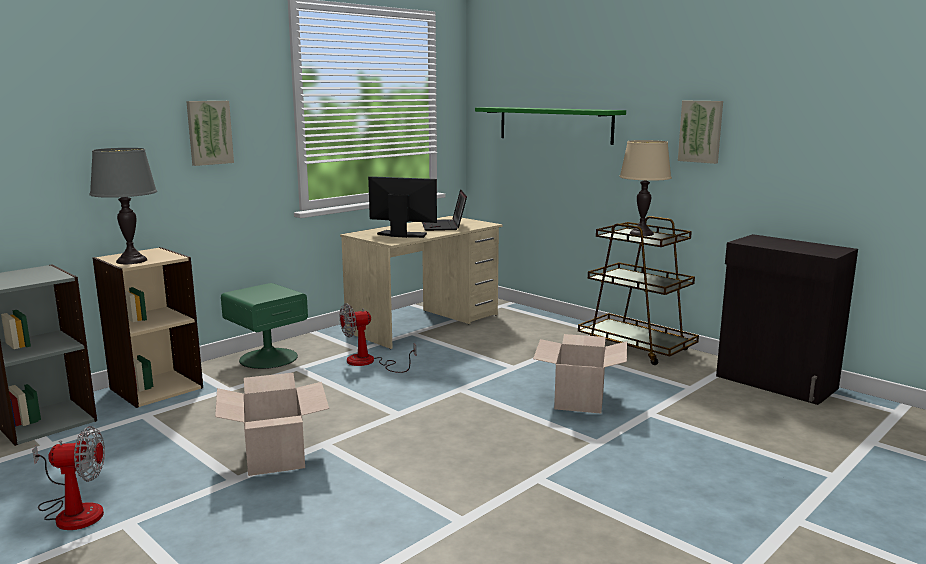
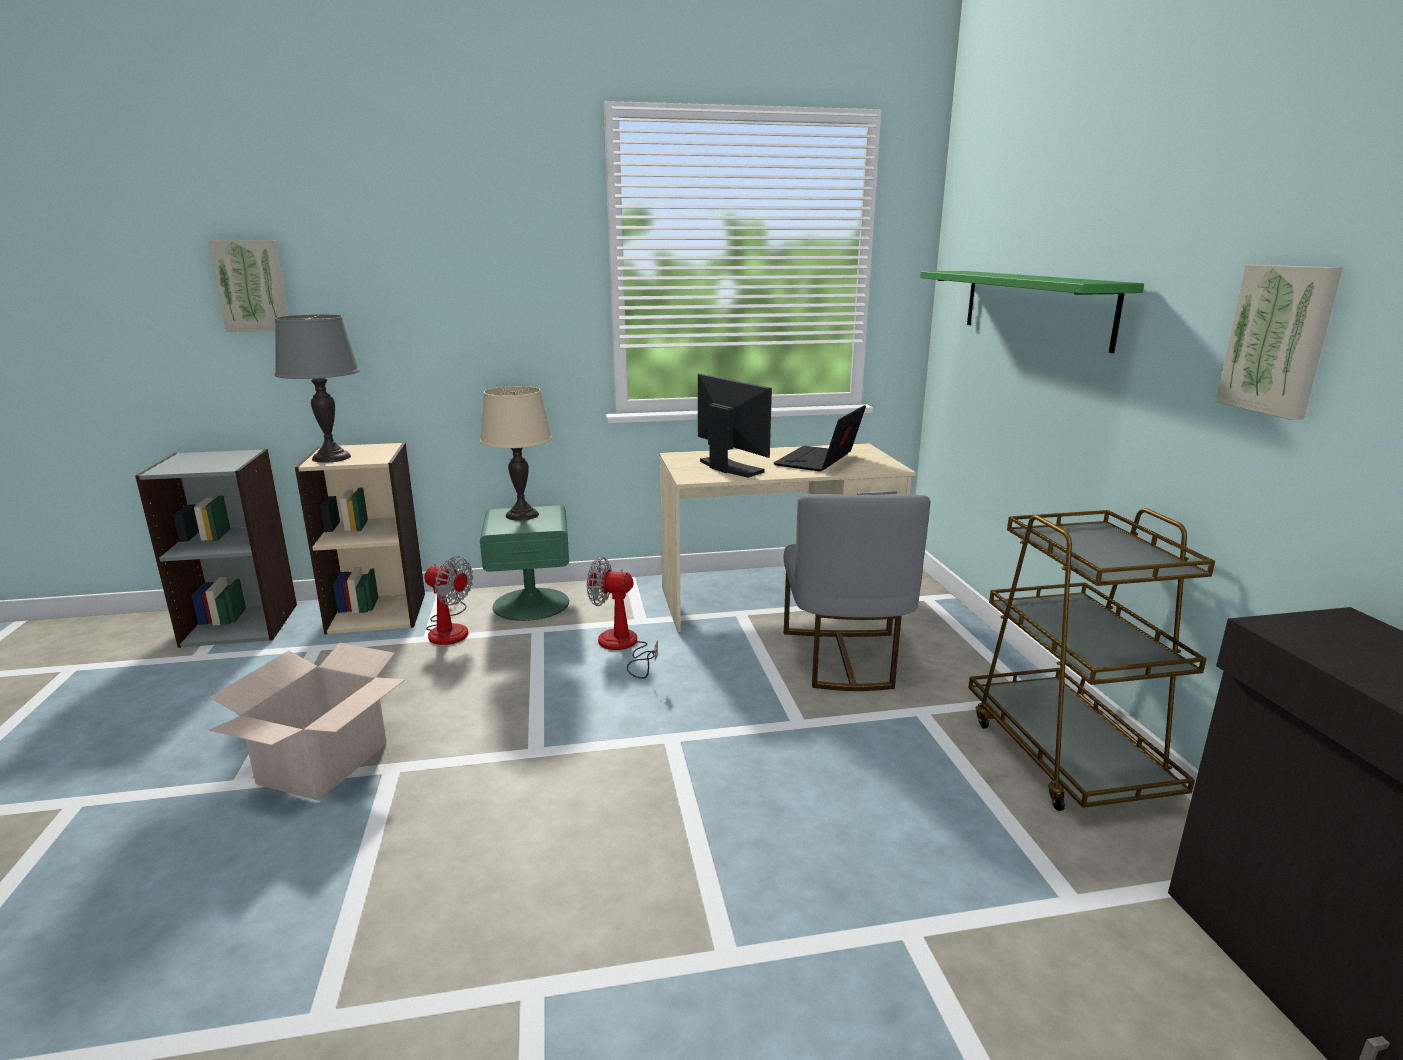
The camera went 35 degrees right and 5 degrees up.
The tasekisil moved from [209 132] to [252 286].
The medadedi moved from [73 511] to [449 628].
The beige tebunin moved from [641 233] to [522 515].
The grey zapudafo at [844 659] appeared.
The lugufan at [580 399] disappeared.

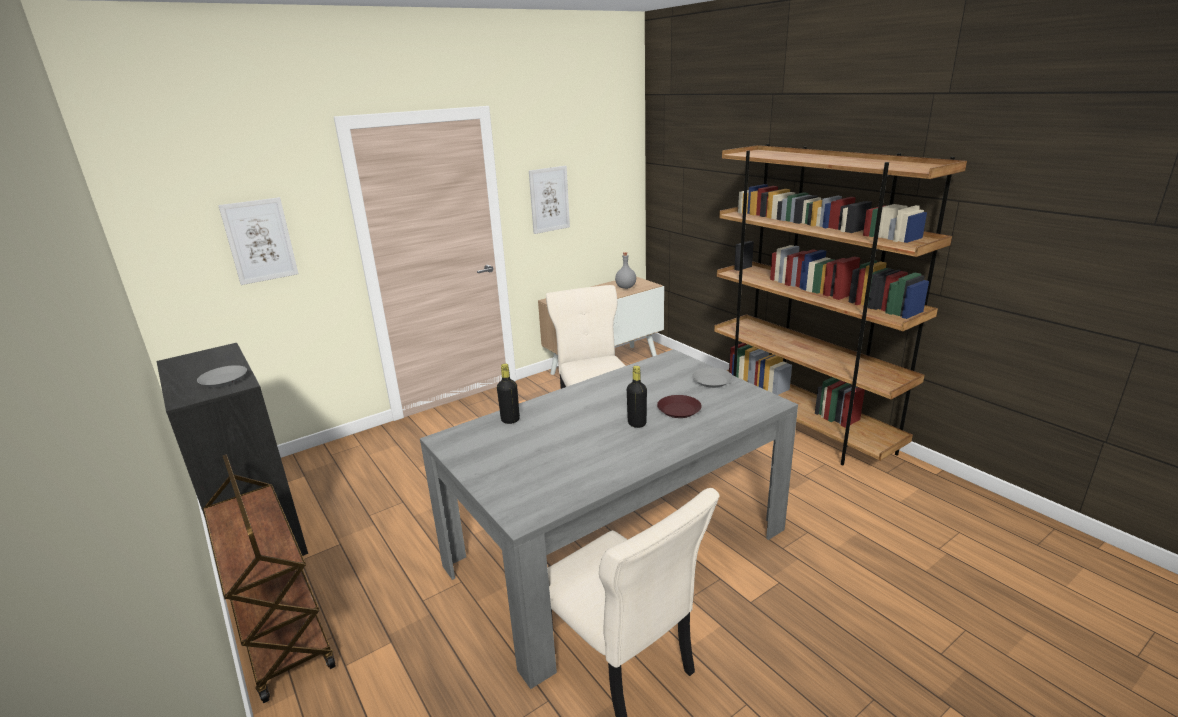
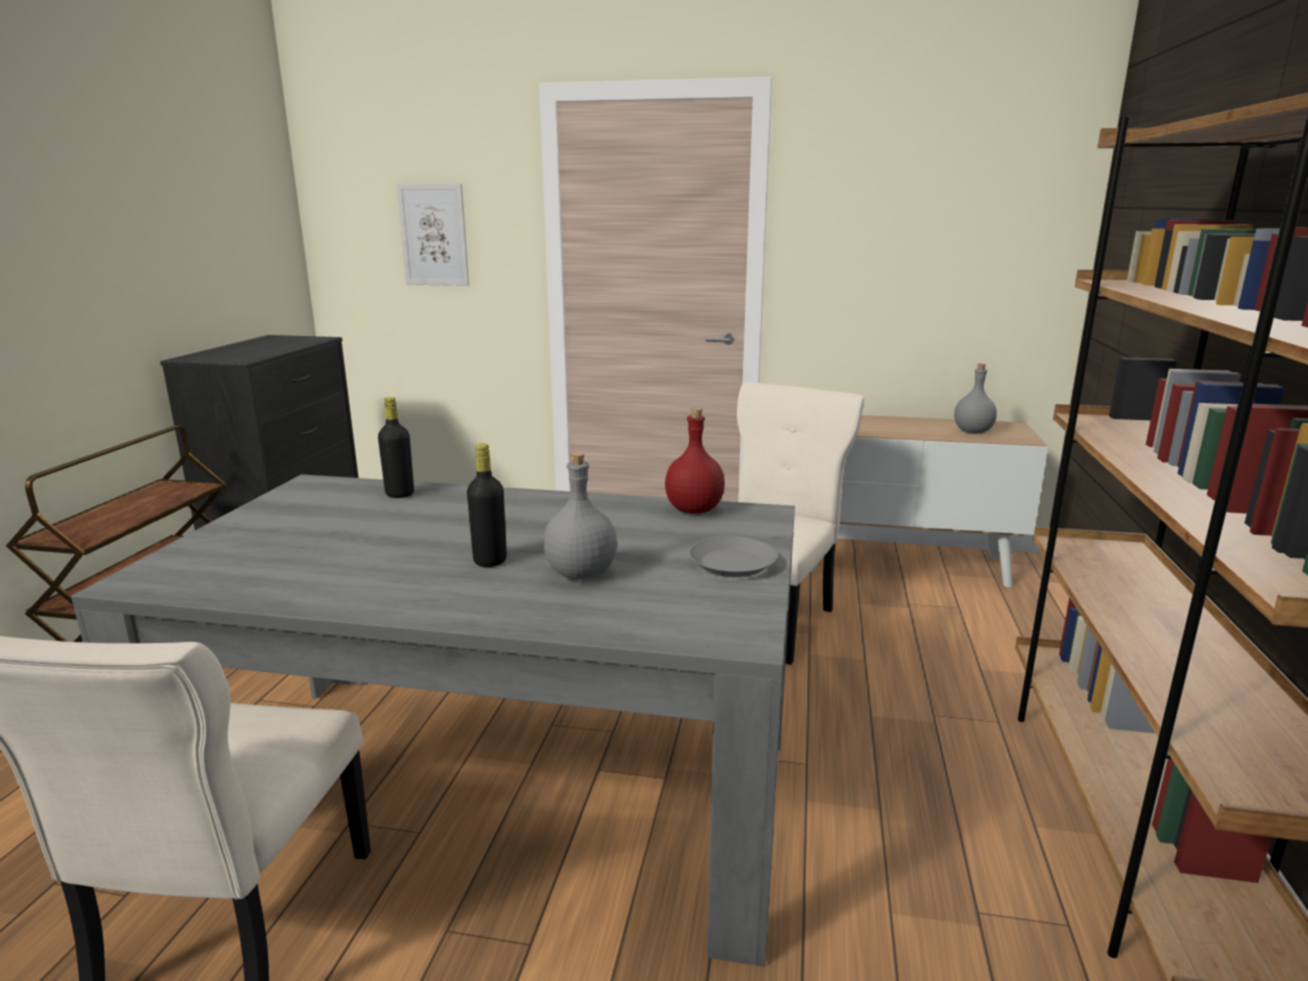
The camera went 45 degrees right and 5 degrees down.
The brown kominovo at [678 410] was replaced by the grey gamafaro at [581 573].
The red gamafaro at [695 510] appeared.
The grey kominovo at [223 380] disappeared.
The tasekisil at [549 199] disappeared.

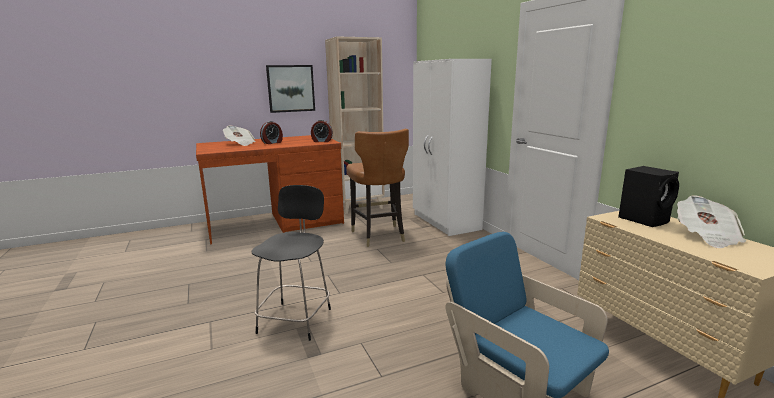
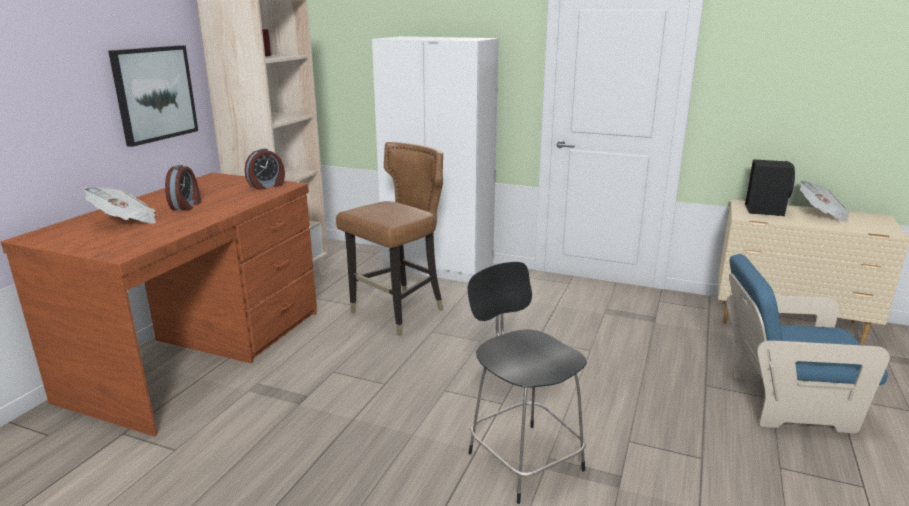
The camera went 45 degrees left and 5 degrees up.
The brown zapudafo at [378 235] turned 75 degrees counterclockwise.

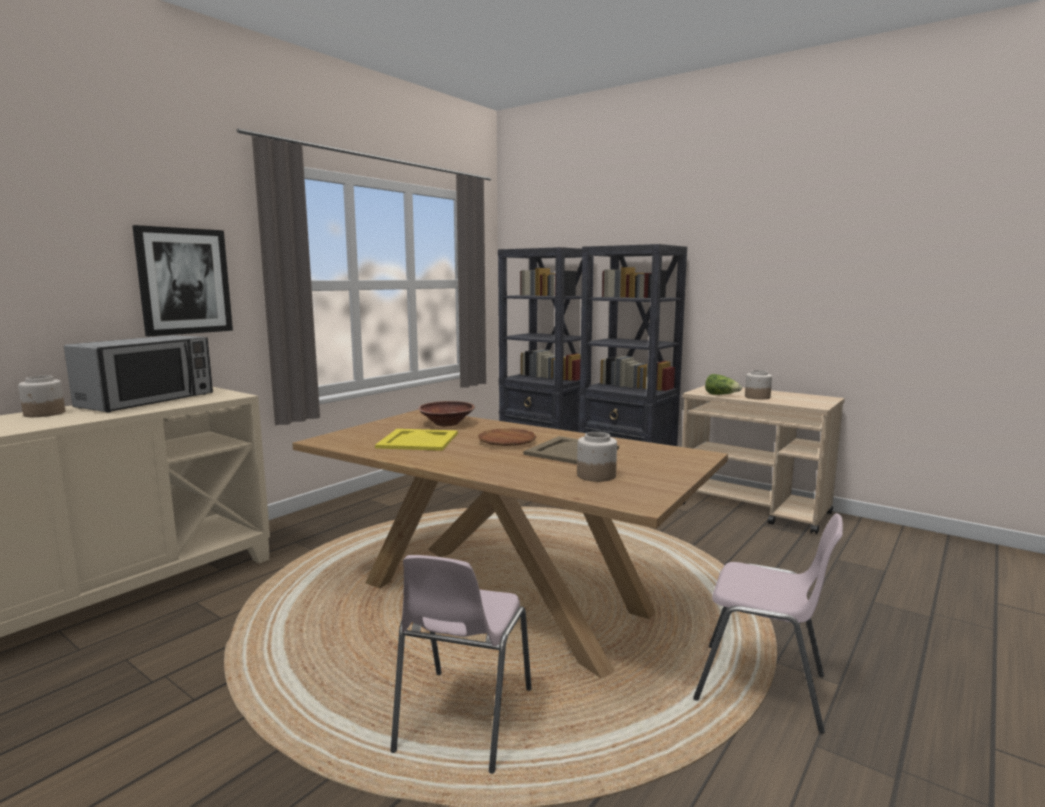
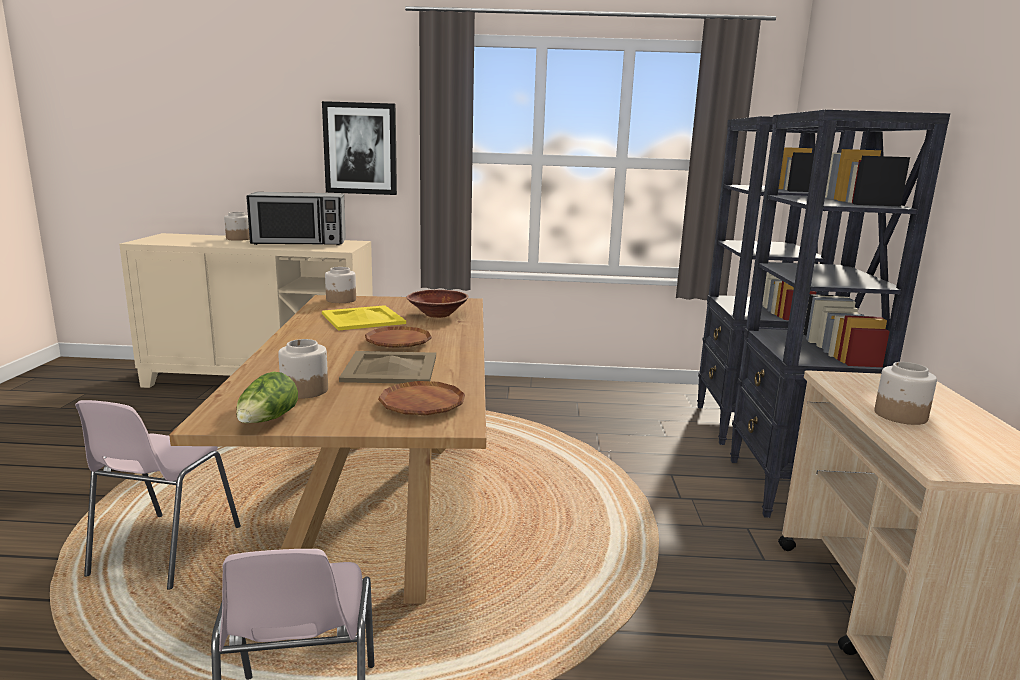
The camera went 55 degrees right and 5 degrees up.
The pink zapudafo at [462 720] turned 60 degrees counterclockwise.
The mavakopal moved from [721 395] to [267 421].
The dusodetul at [341 300] appeared.
The brown kominovo at [422 404] appeared.

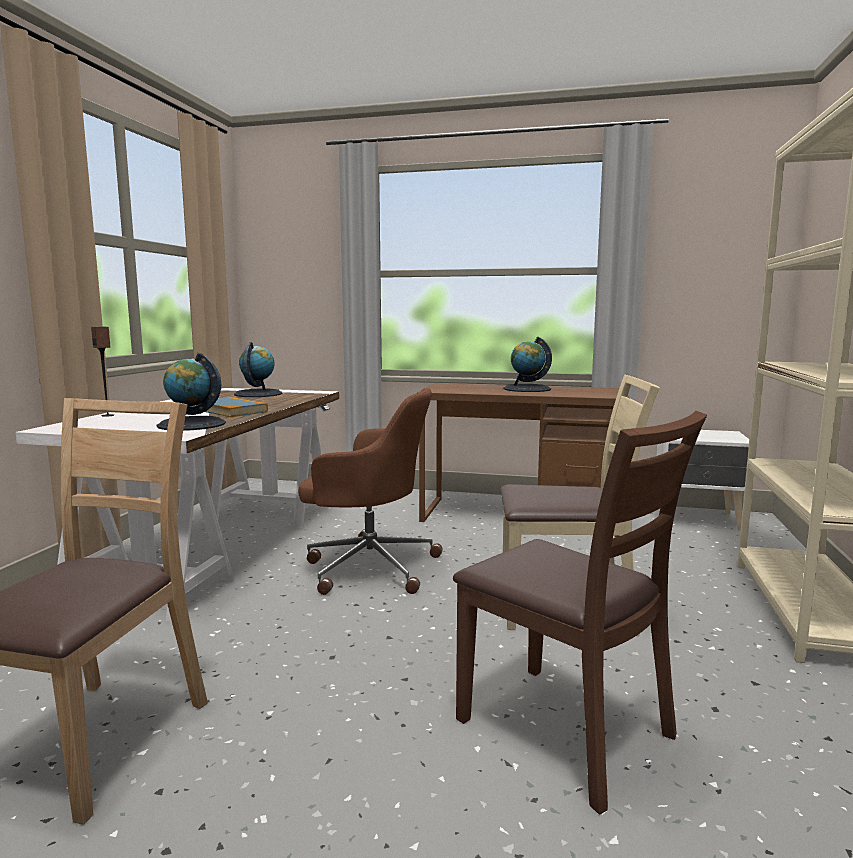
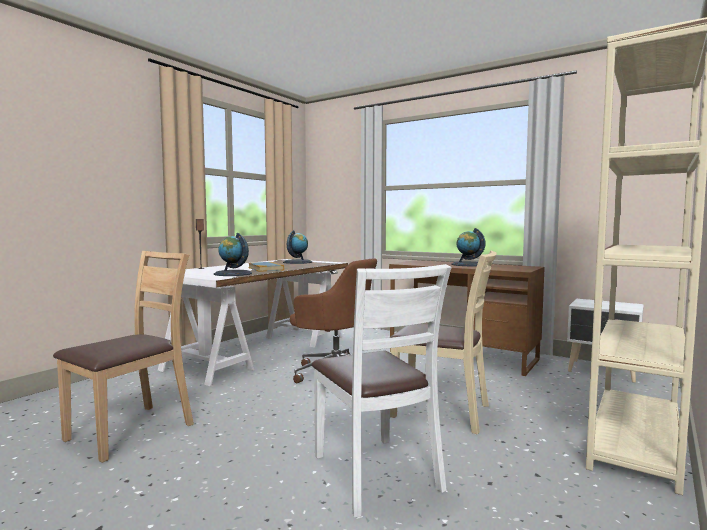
The camera went 20 degrees right and 5 degrees down.
The brown zapudafo at [565 730] became the white zapudafo at [375 474].

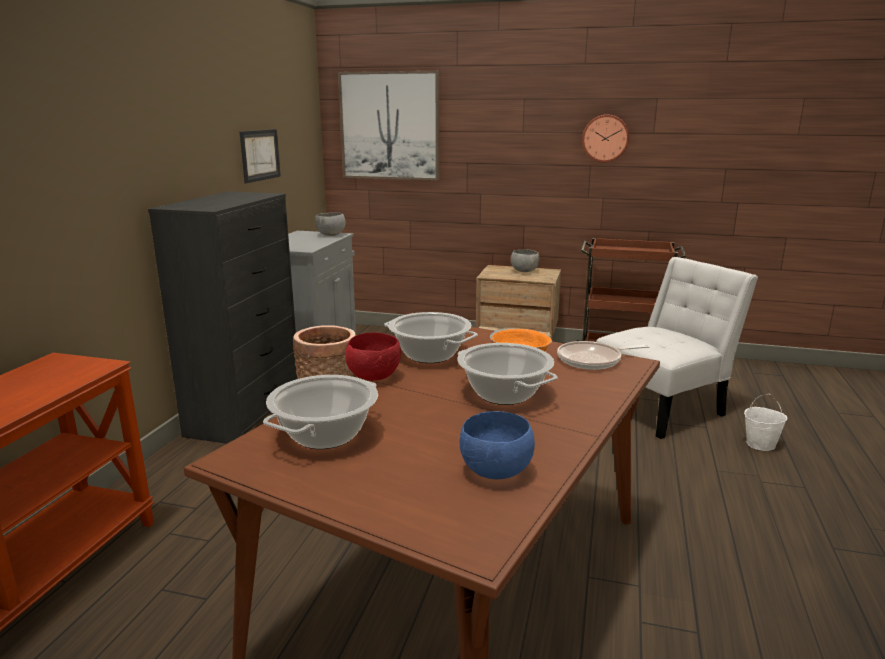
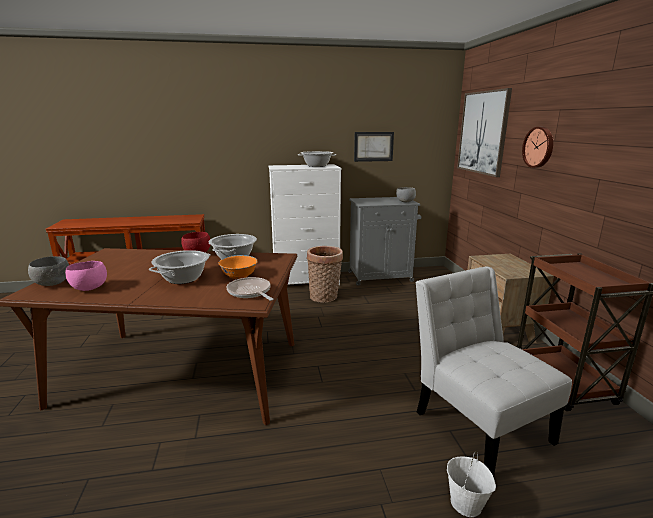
The camera went 65 degrees right and 0 degrees up.
The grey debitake moved from [524 271] to [53 283].
The blue debitake at [495 473] became the pink debitake at [88 288].
The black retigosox at [246 413] became the white retigosox at [306 281].
The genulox moved from [325 435] to [317 165].
The white zapudafo at [662 408] turned 150 degrees counterclockwise.
The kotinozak moved from [605 138] to [539 147].

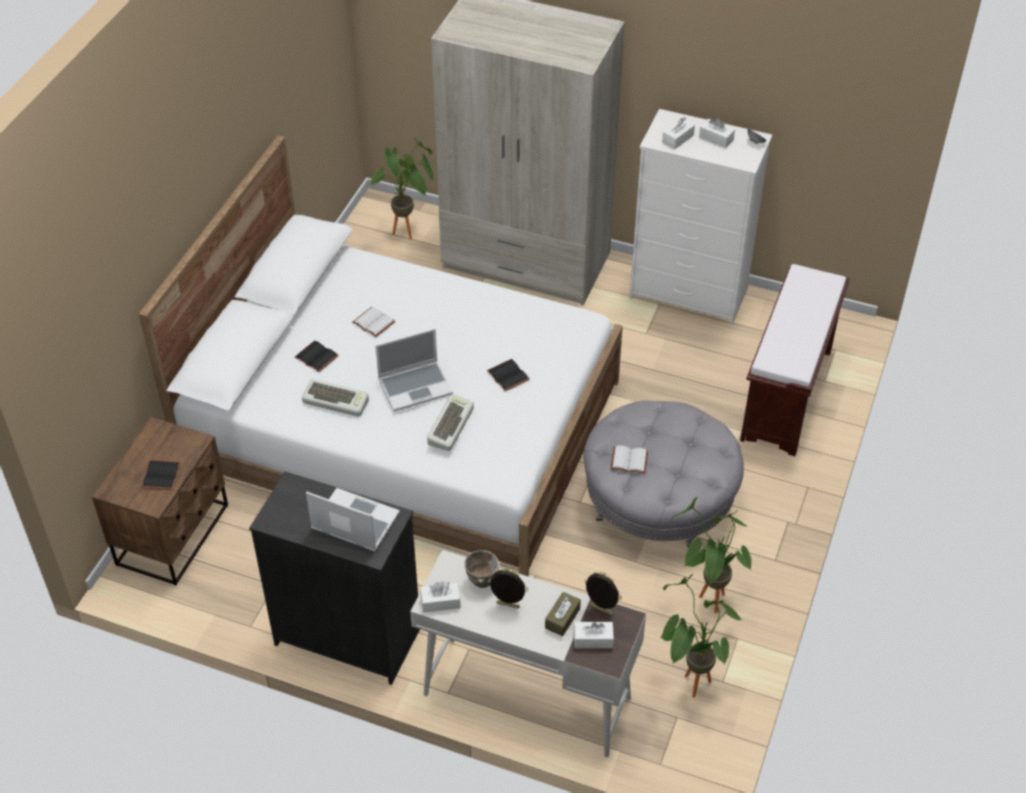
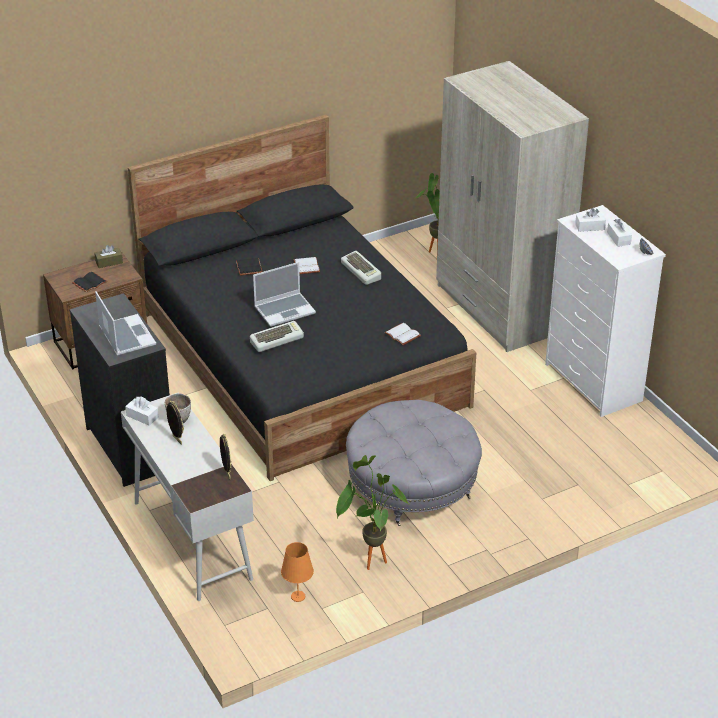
The camera went 40 degrees right and 10 degrees down.
The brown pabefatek moved from [562 618] to [109 262].
The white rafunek at [403 424] became the black rafunek at [302 358].
The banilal at [416 386] turned 45 degrees counterclockwise.
The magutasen at [689 684] was replaced by the orange tebunin at [298 596].
The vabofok moved from [337 401] to [362 271].
The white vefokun moved from [628 461] to [401 335].
The black vefokun at [509 376] disappeared.
The white pabefatek at [593 639] disappeared.
The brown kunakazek at [787 396] disappeared.

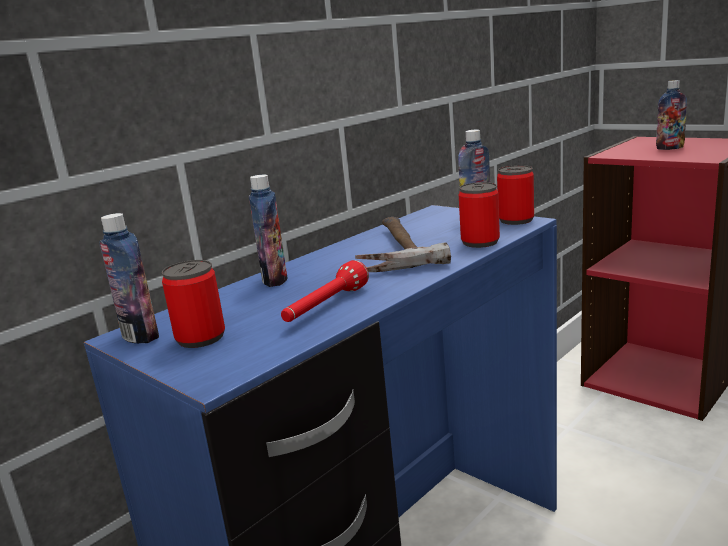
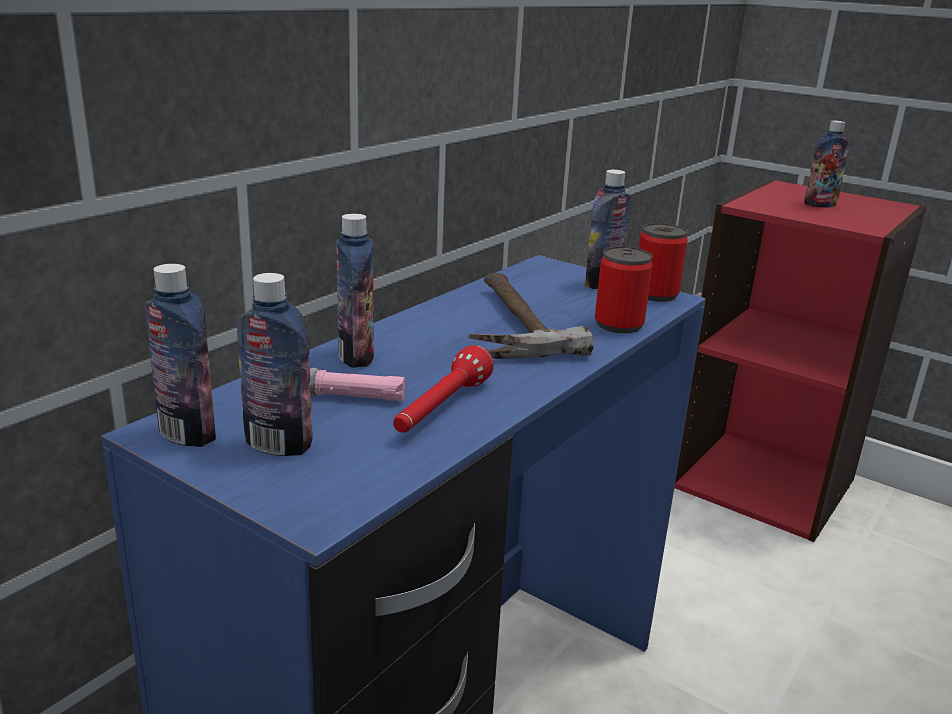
The camera went 10 degrees left and 5 degrees up.
The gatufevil at [200 338] was replaced by the gamafaro at [278 445].
The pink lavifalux at [344 395] appeared.

